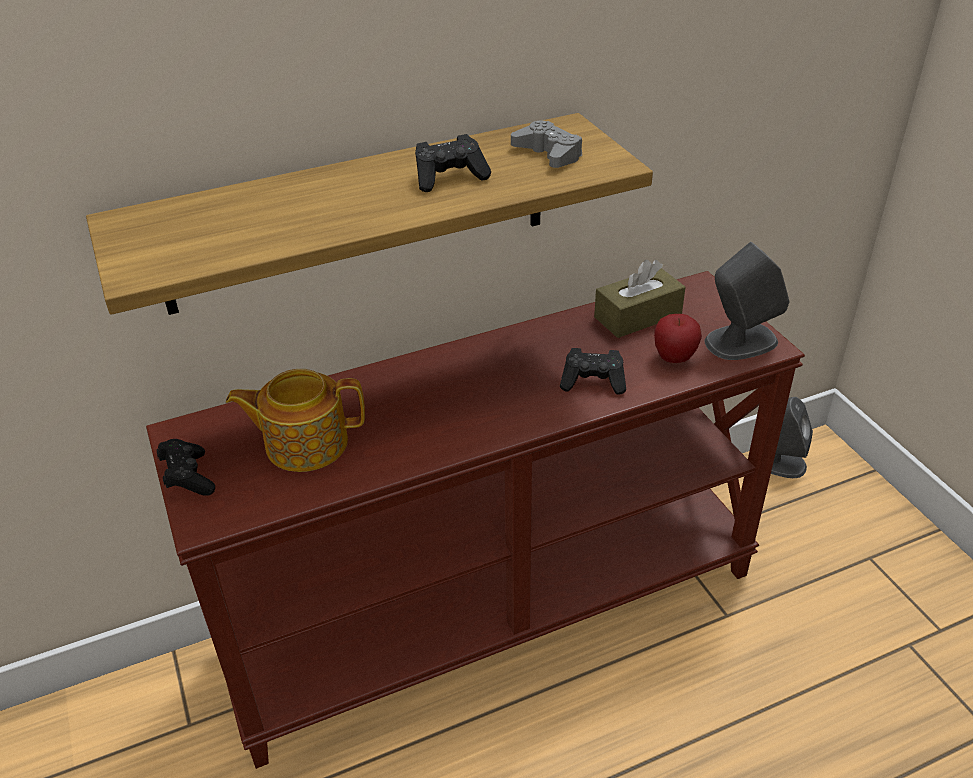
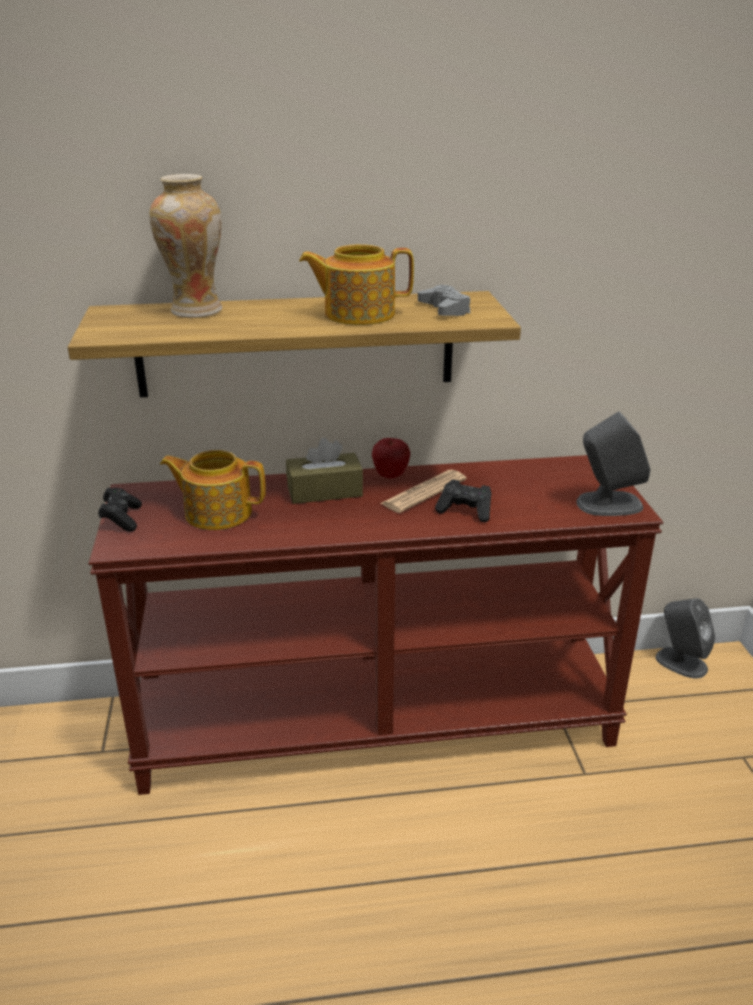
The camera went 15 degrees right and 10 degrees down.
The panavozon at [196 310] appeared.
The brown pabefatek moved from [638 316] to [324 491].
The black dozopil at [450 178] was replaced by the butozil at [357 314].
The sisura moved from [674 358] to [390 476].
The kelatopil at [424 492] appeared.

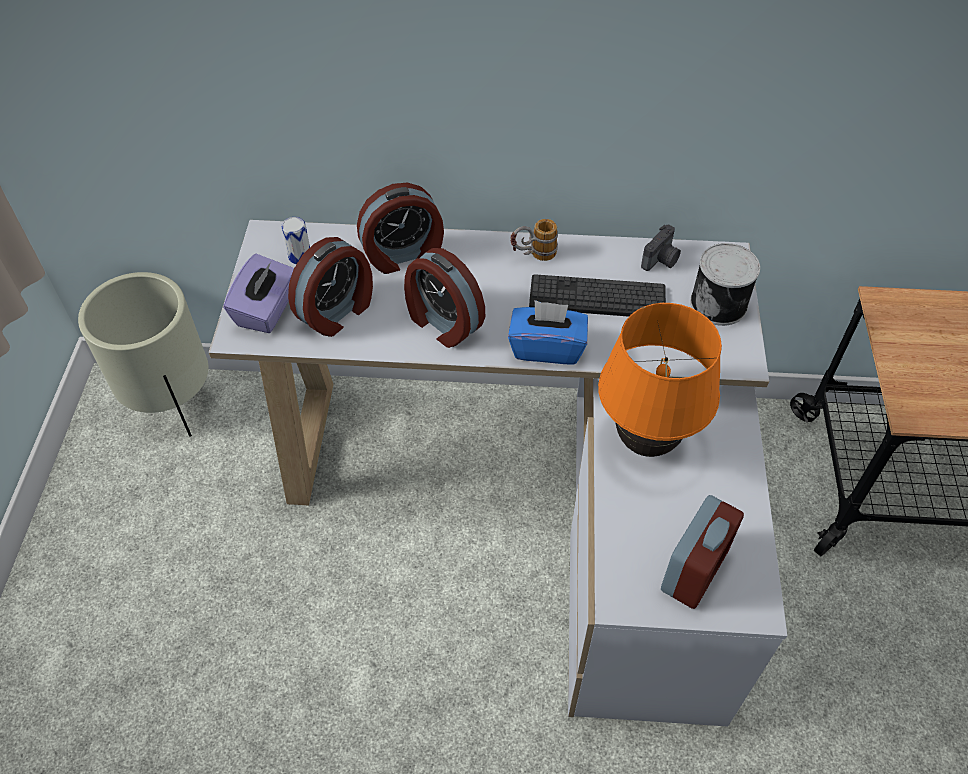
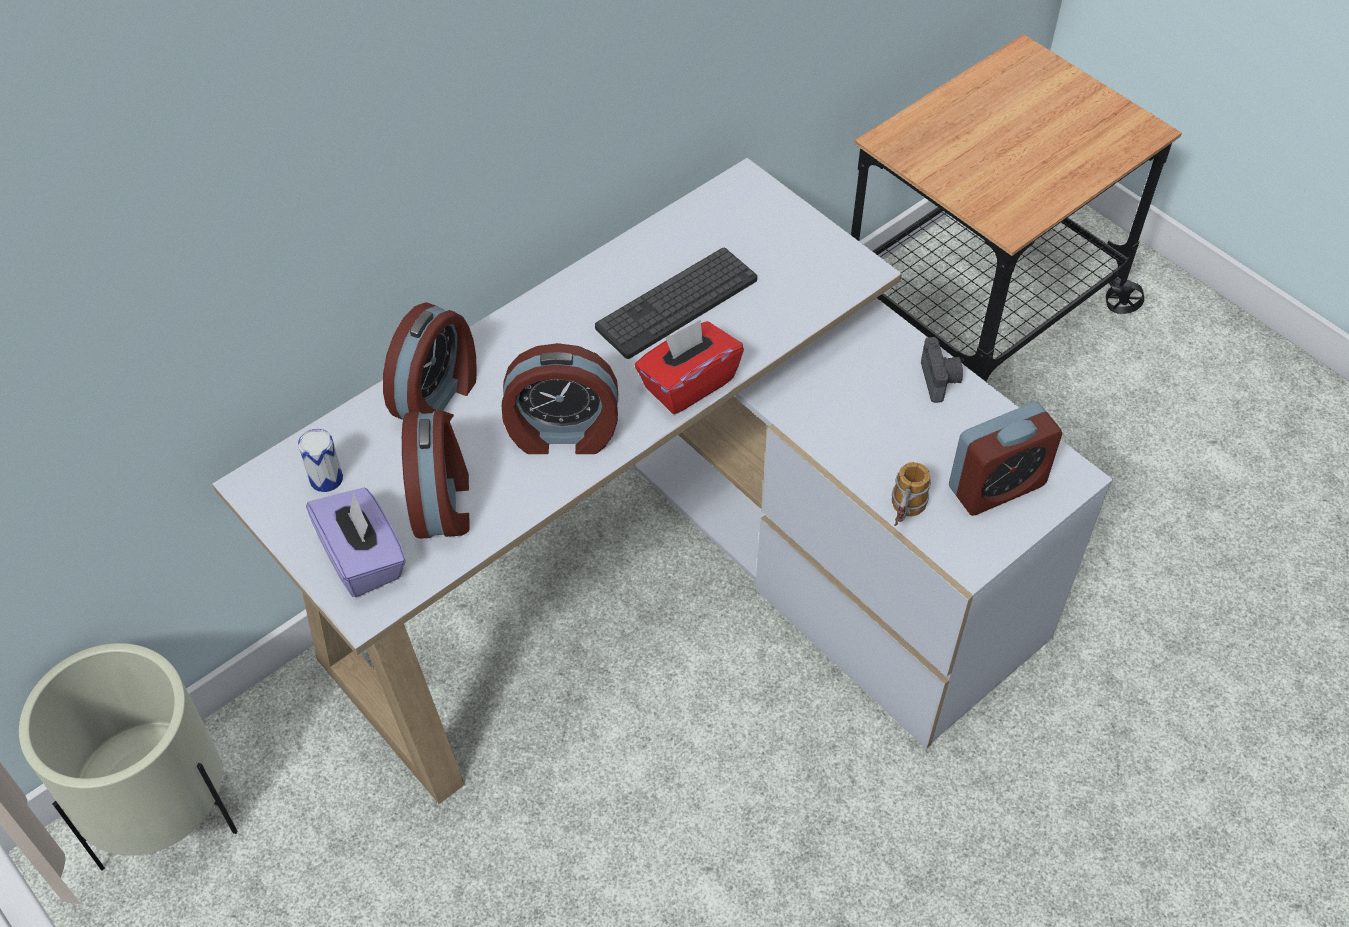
The camera went 45 degrees left and 0 degrees up.
The blue pabefatek at [547 348] became the red pabefatek at [688 383].
The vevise moved from [533 255] to [904 515].
The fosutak moved from [661 260] to [940 380].
The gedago at [694 571] turned 75 degrees clockwise.
The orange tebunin at [646 442] disappeared.
The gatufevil at [720 303] disappeared.

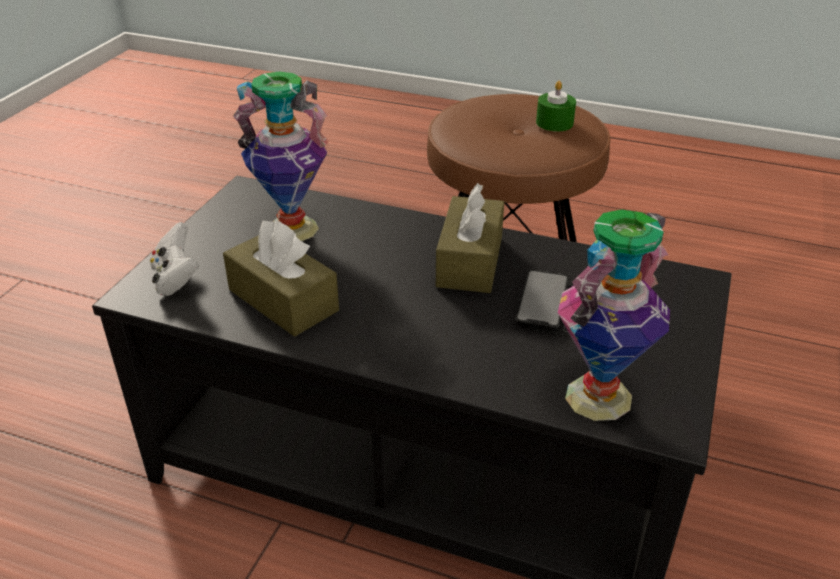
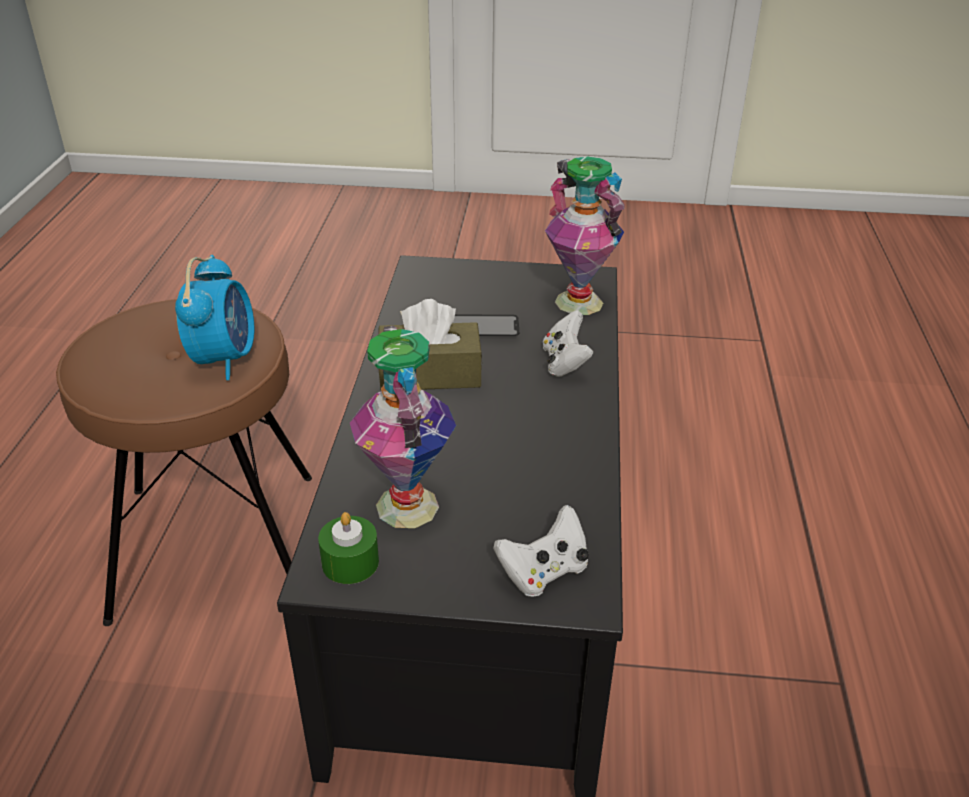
The camera went 105 degrees left and 0 degrees up.
The gedago at [224 359] appeared.
The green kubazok moved from [554 123] to [350 562].
The white dozopil at [564 363] appeared.
The brown pabefatek at [283 300] disappeared.

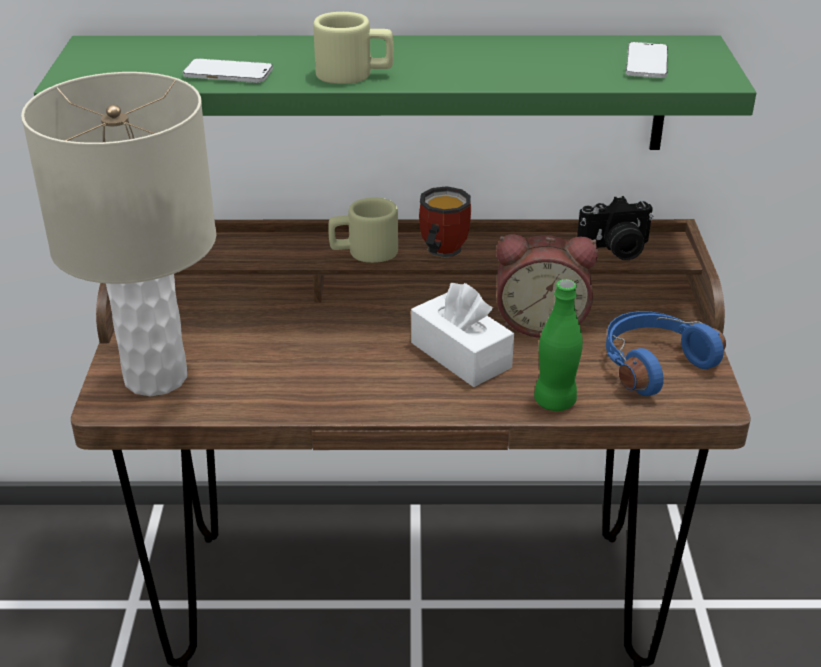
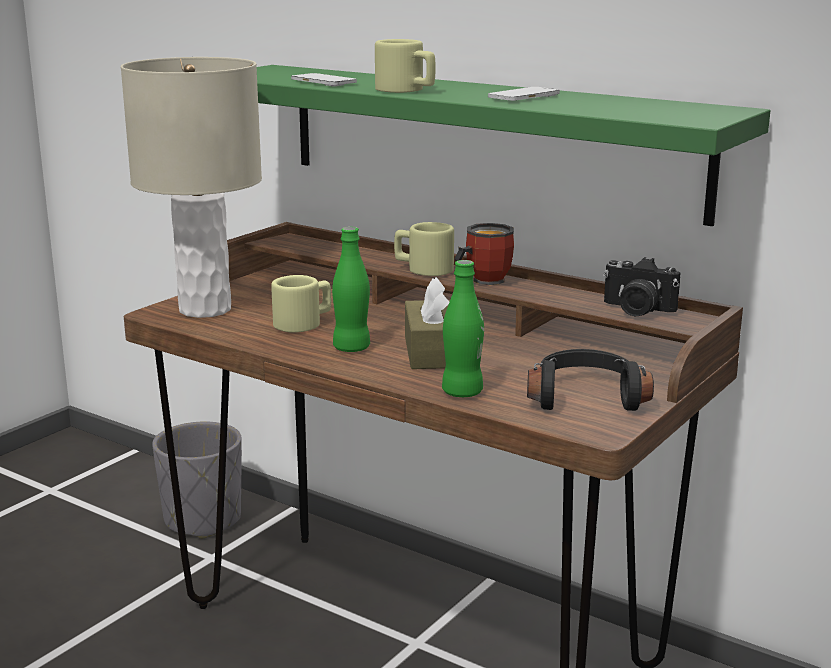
The camera went 35 degrees right and 15 degrees down.
The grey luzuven at [203 520] appeared.
The beige vevise at [304 323] appeared.
The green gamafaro at [351 348] appeared.
The white pabefatek at [460 355] became the brown pabefatek at [431 352].
The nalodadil moved from [646 63] to [524 97].
The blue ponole at [652 364] became the black ponole at [585 396].
The gedago at [540 322] disappeared.

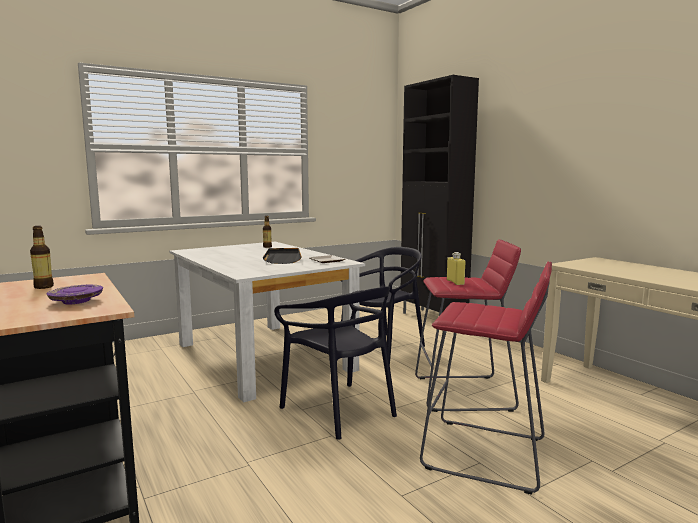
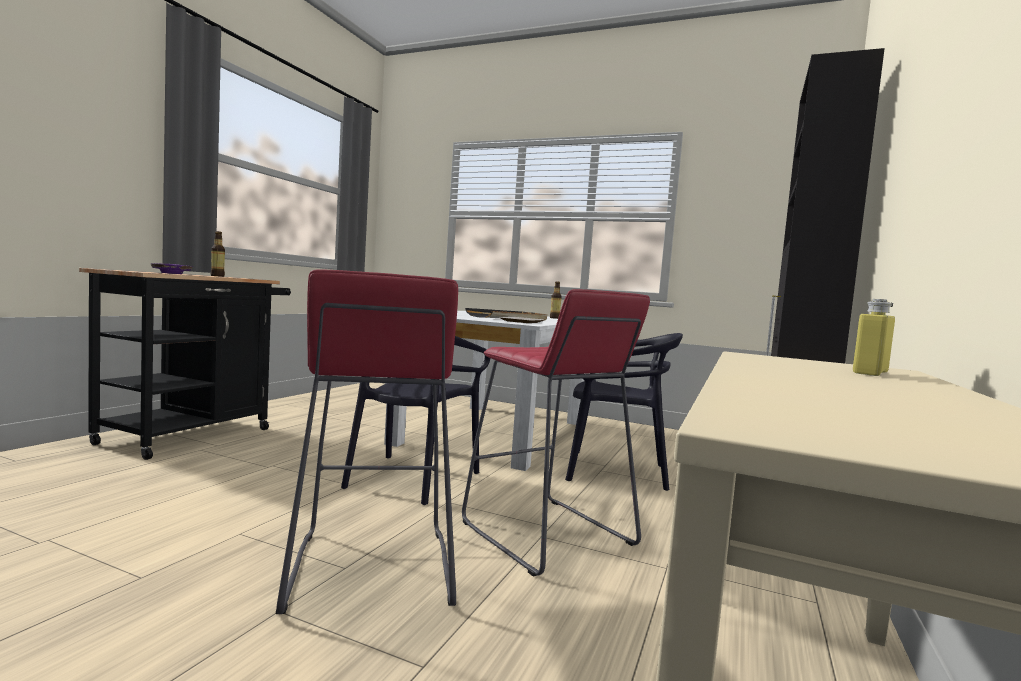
The camera went 55 degrees right and 5 degrees down.
The yellow gamafaro moved from [455 282] to [870 373].

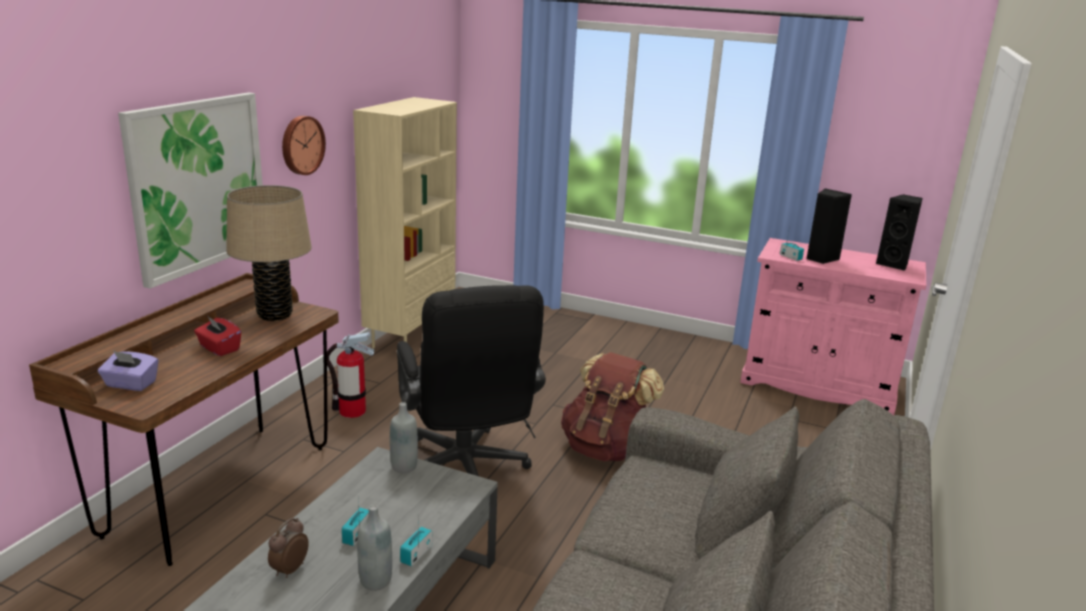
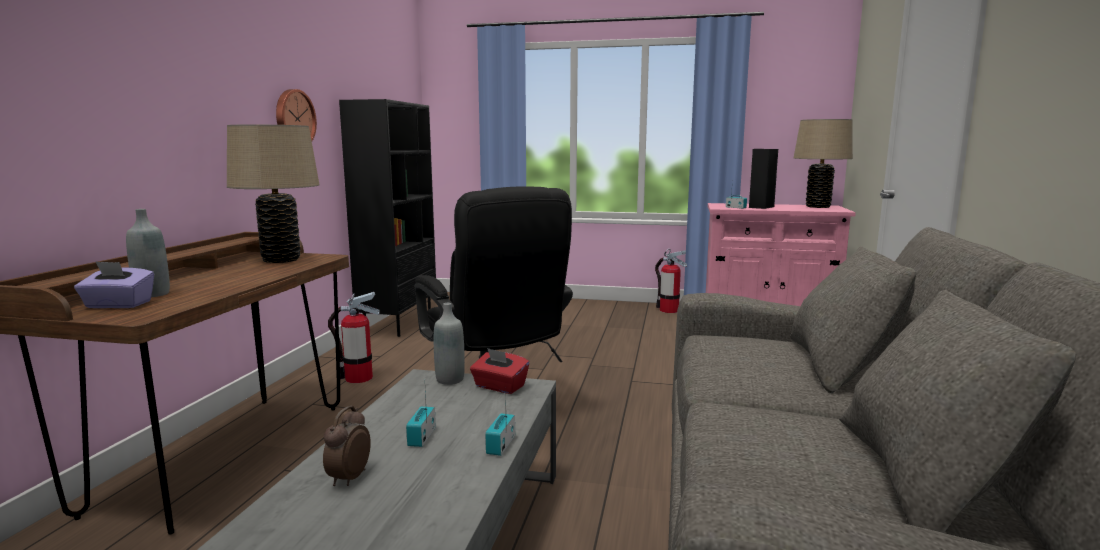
The camera went 10 degrees left and 10 degrees down.
The grey gamafaro moved from [375 581] to [152 294].
The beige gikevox at [410 336] became the black gikevox at [398 323].
The red pabefatek moved from [219 348] to [499 387].
The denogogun at [668 310] appeared.
The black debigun at [894 264] was replaced by the beige tebunin at [818 207].
The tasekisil at [198 185] disappeared.
The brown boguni at [607 448] disappeared.

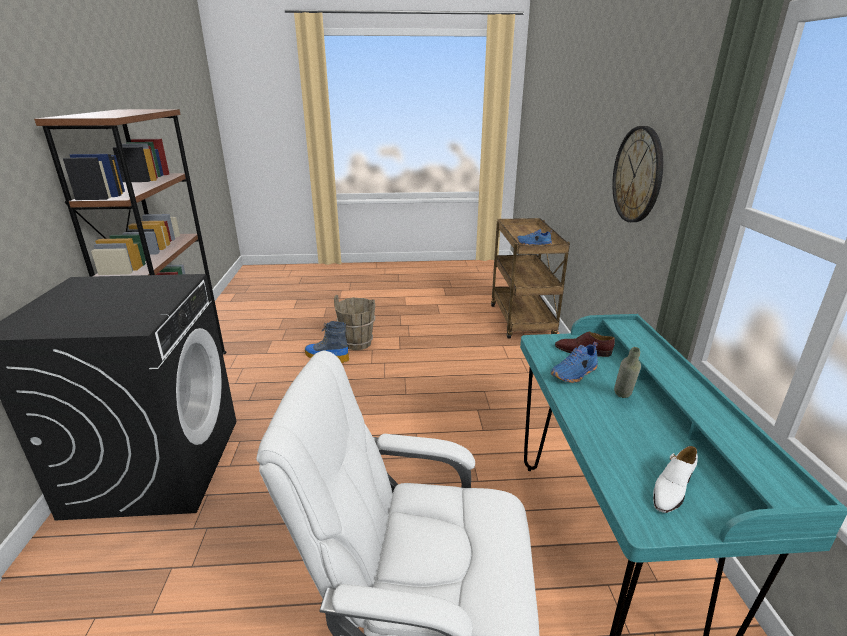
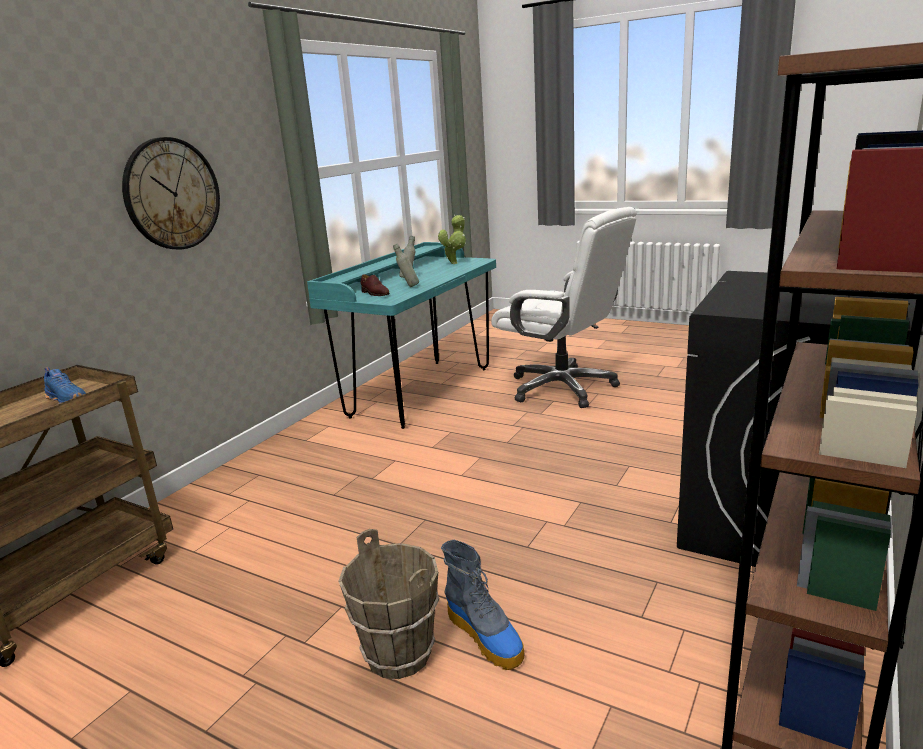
The camera went 145 degrees left and 5 degrees down.
The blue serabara at [575 374] was replaced by the grey gamafaro at [408 287].
The white serabara at [671 489] was replaced by the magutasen at [455 263].

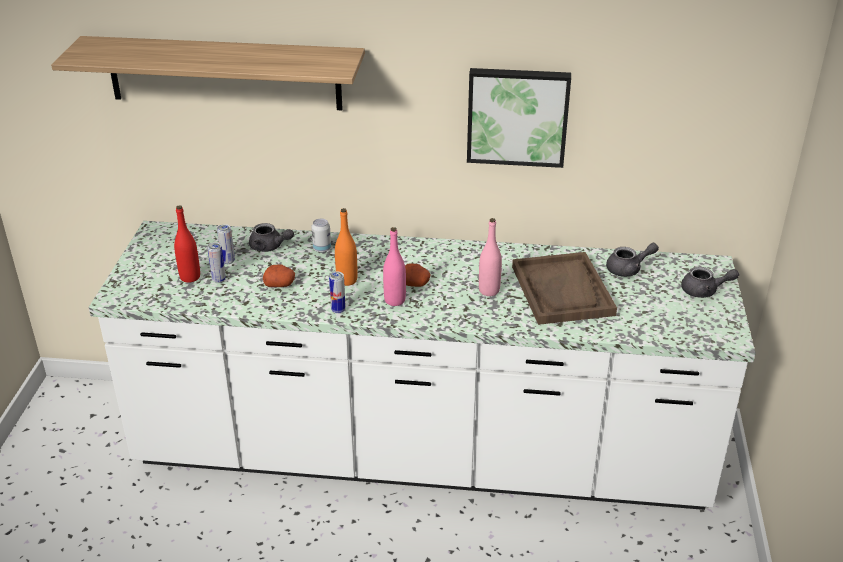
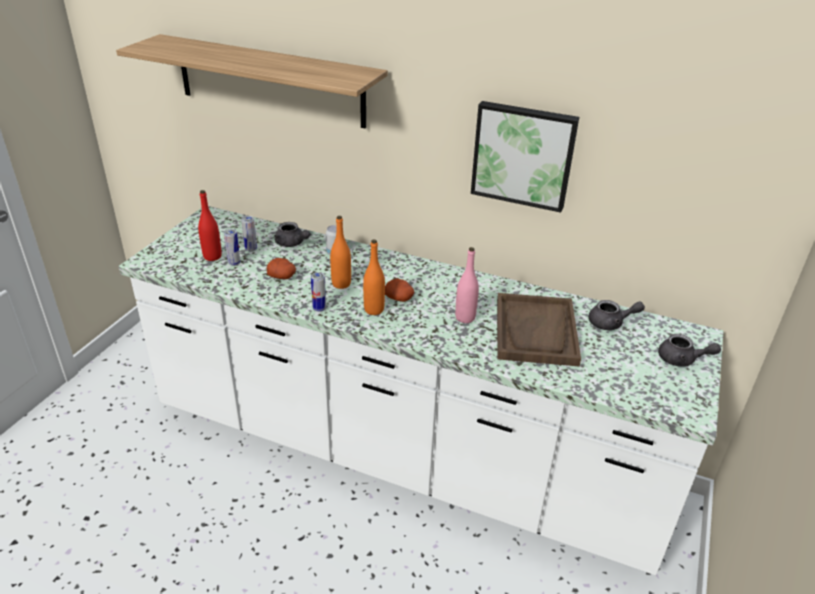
The camera went 15 degrees right and 0 degrees up.
The pink gamafaro at [395 300] became the orange gamafaro at [374 310].

